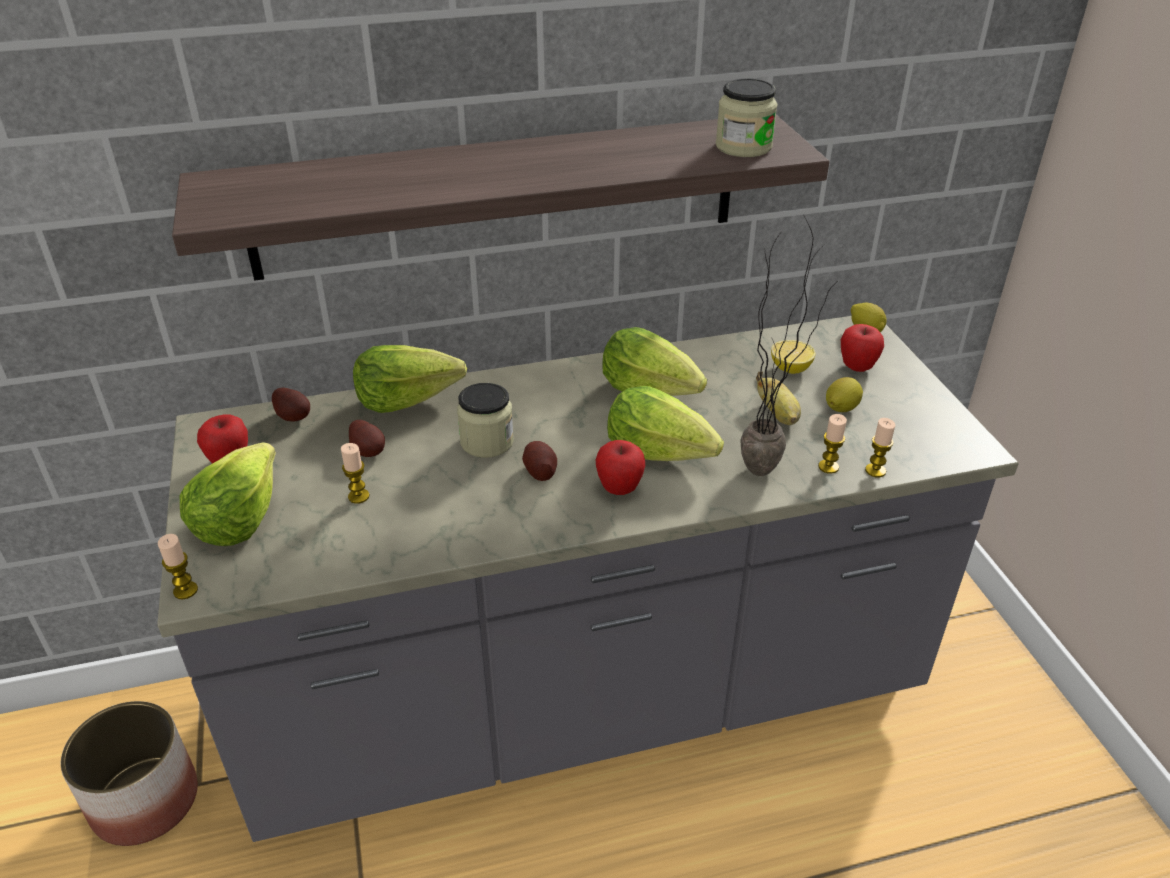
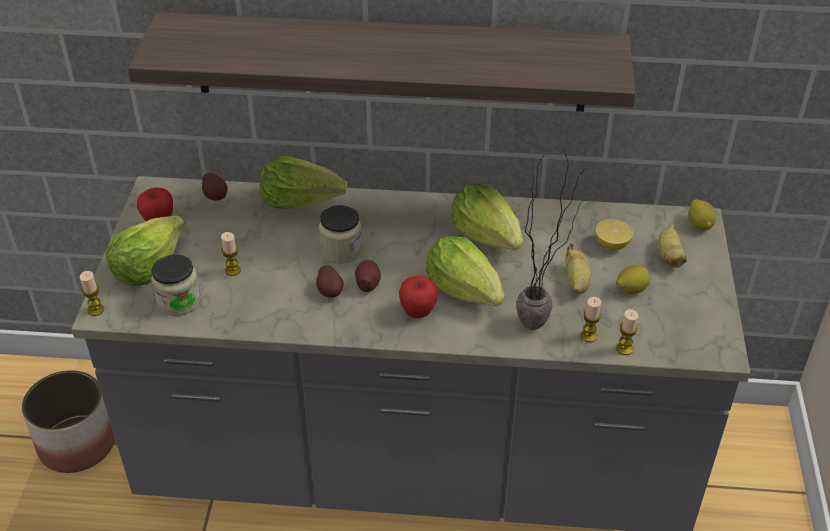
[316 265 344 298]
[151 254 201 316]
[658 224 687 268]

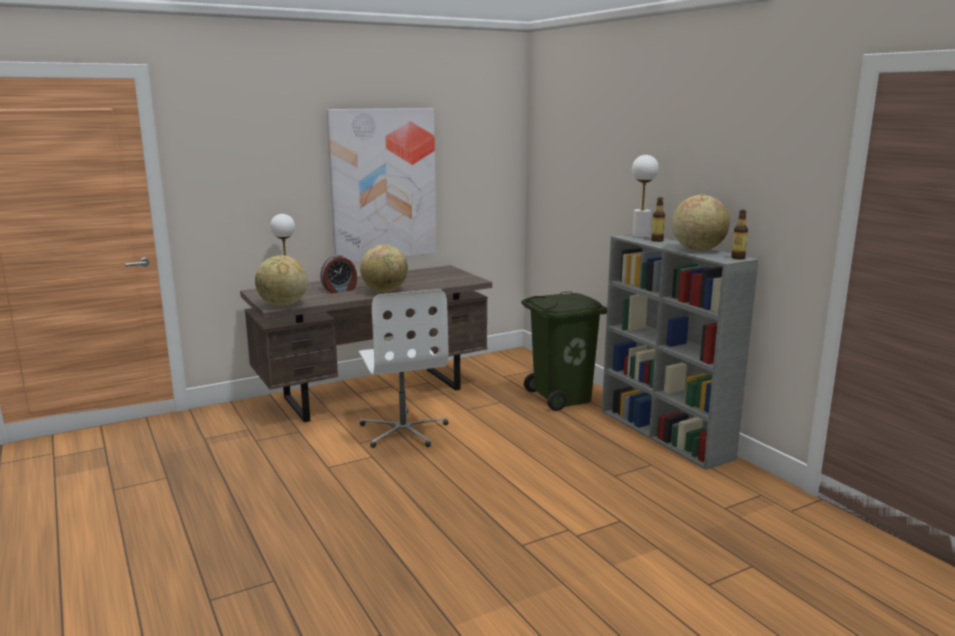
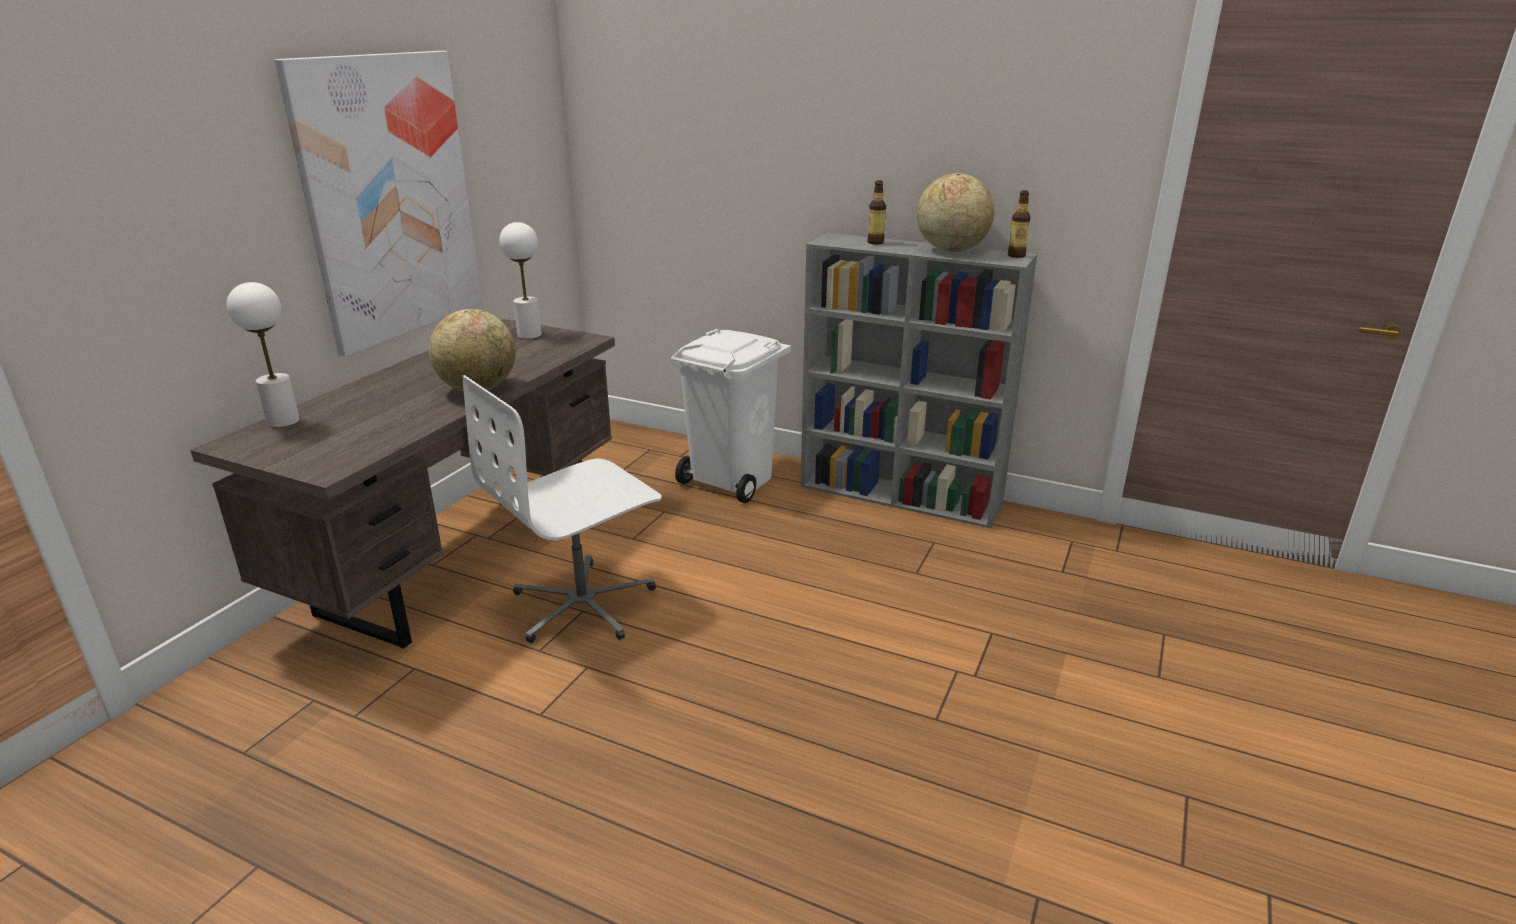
[255 255 308 306] (first image)
[321 255 357 293] (first image)
[499 222 542 339]
[671 329 791 503]
[463 375 662 643]

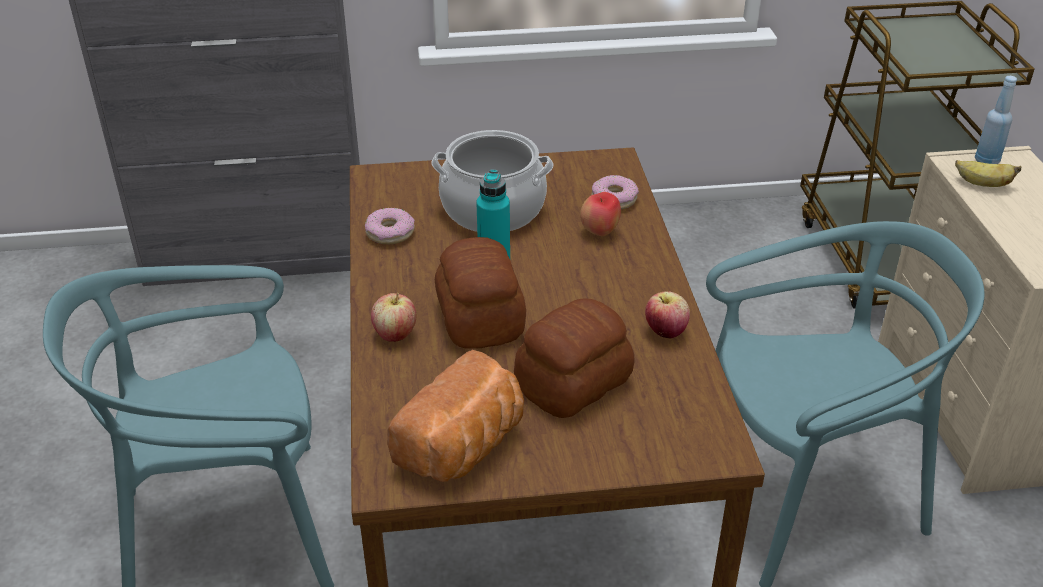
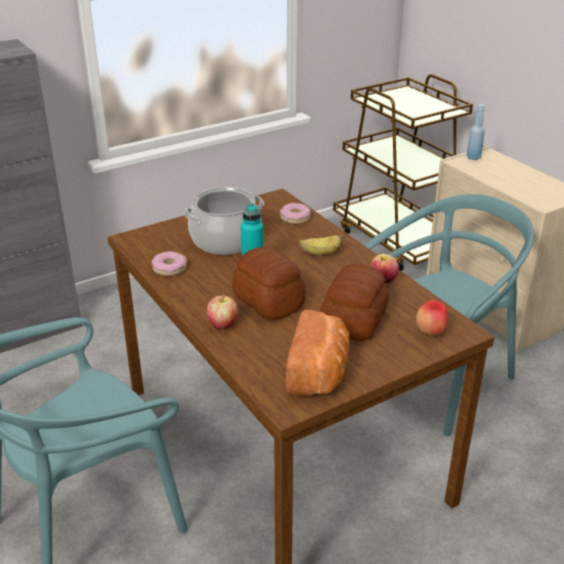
[416 300 448 335]
[299 235 345 255]

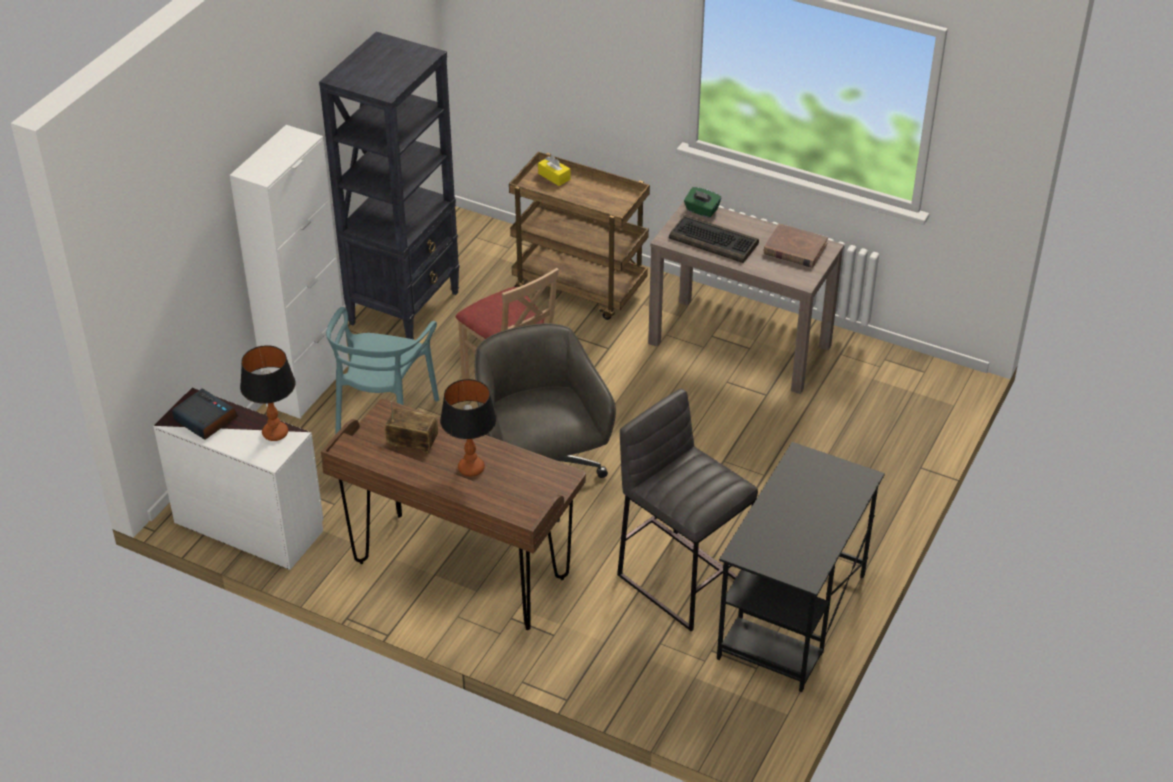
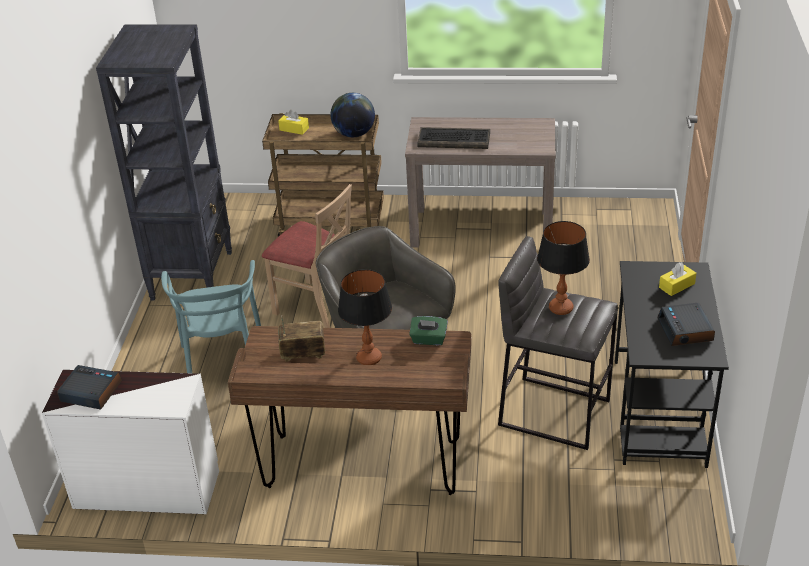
[230 125 349 419] (first image)
[764 224 828 268] (first image)
[331 93 375 137]
[657 303 715 346]
[659 262 696 296]
[537 221 590 315]
[409 316 448 345]

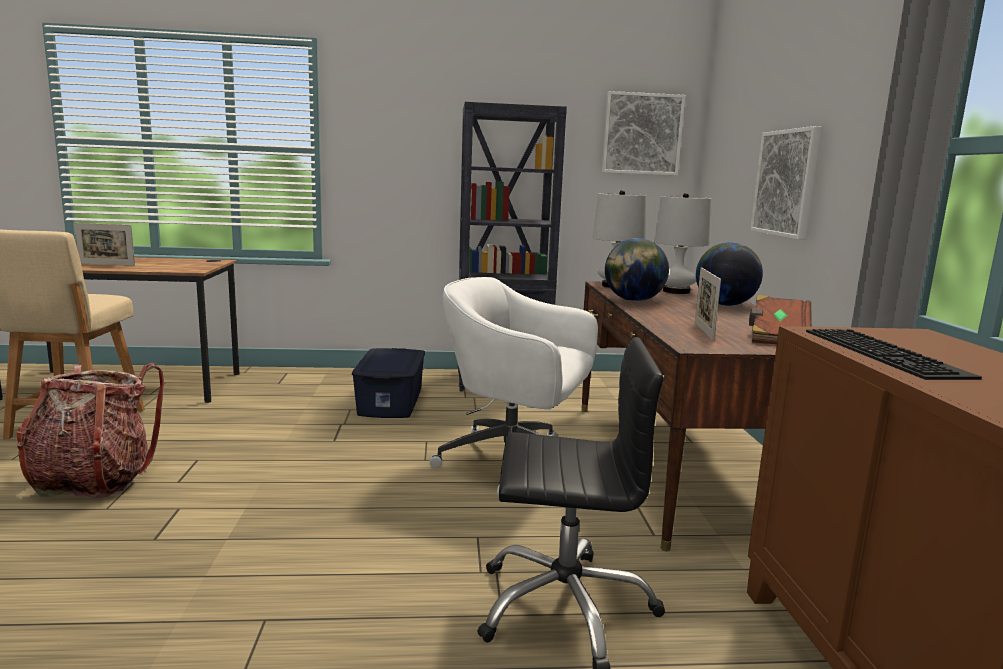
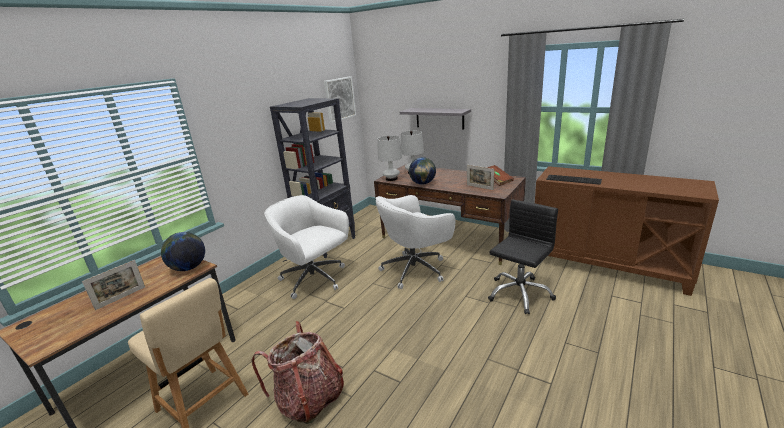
[161 232 205 271]
[264 195 349 299]
[400 108 471 129]

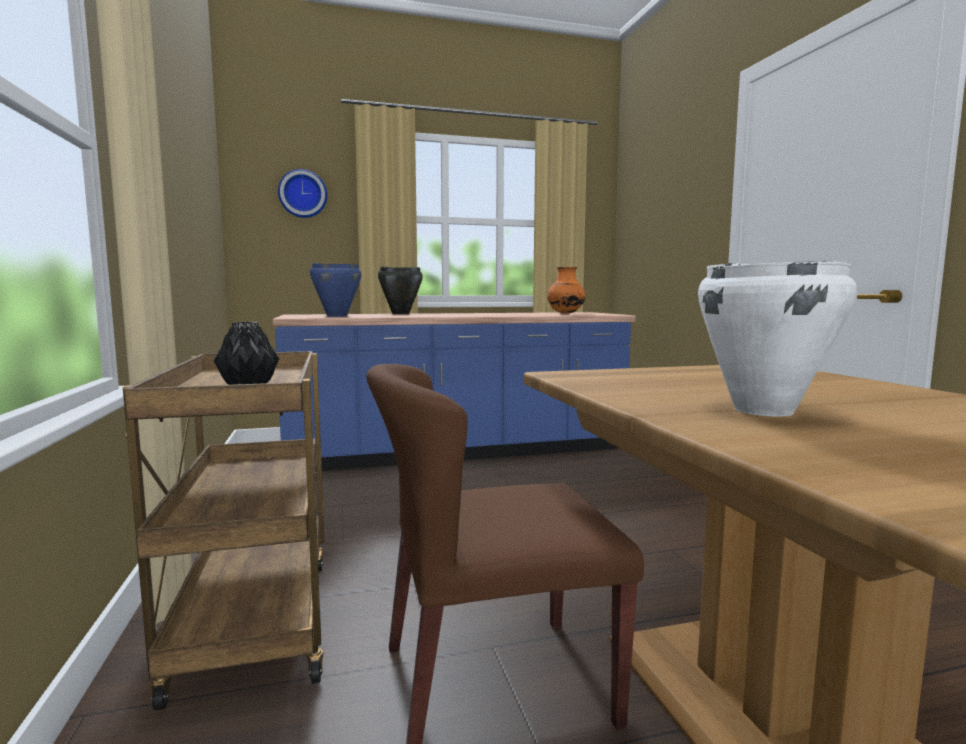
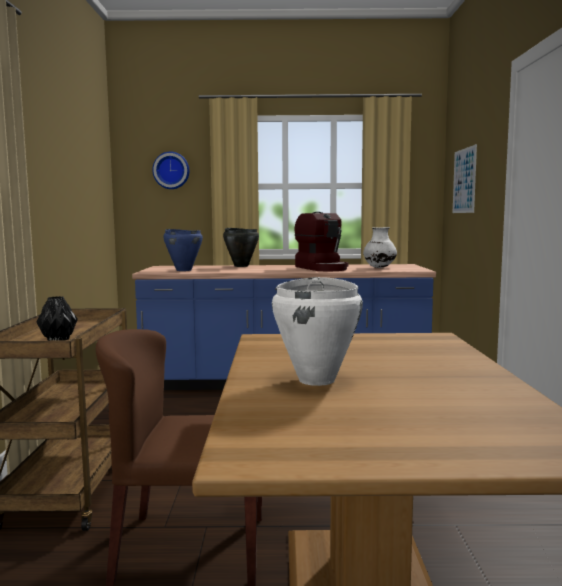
[295 212 348 271]
[453 144 477 213]
[363 227 397 268]

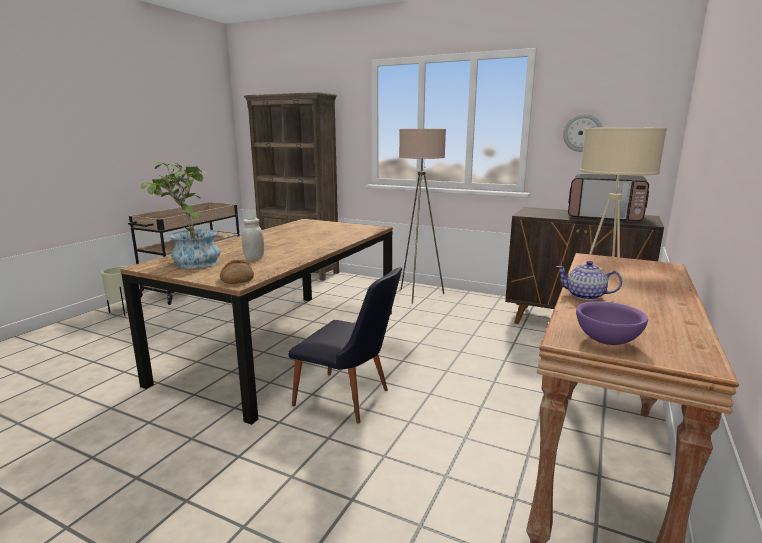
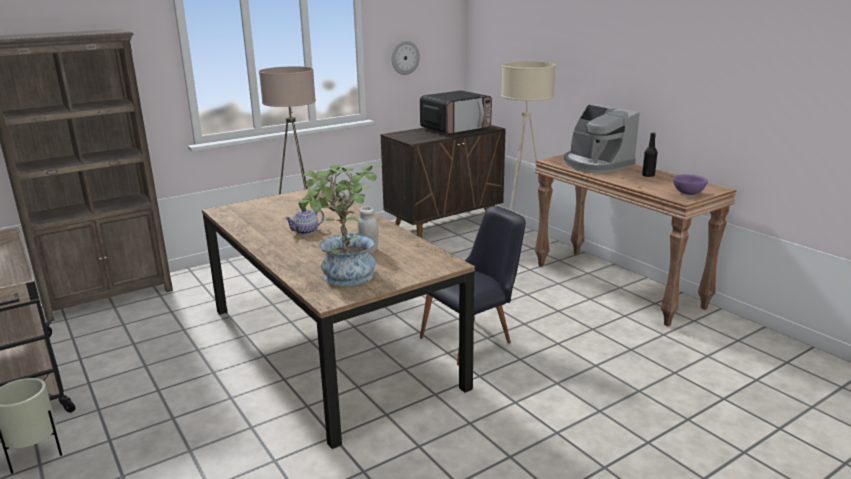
[220 260 254 284] (first image)
[564 104 640 173]
[642 132 657 177]
[285 208 324 235]

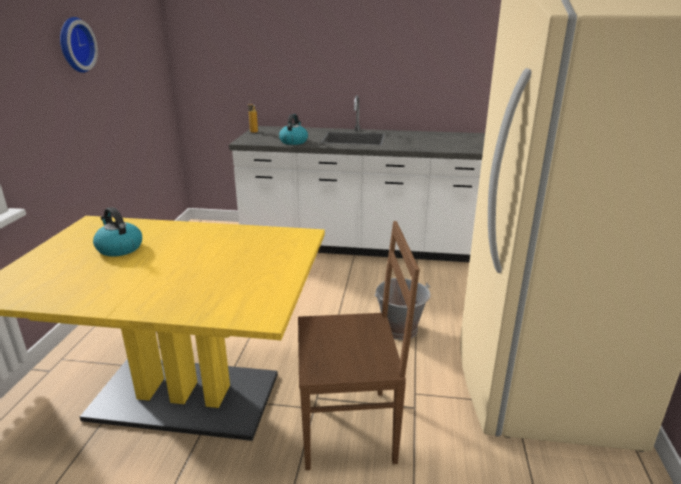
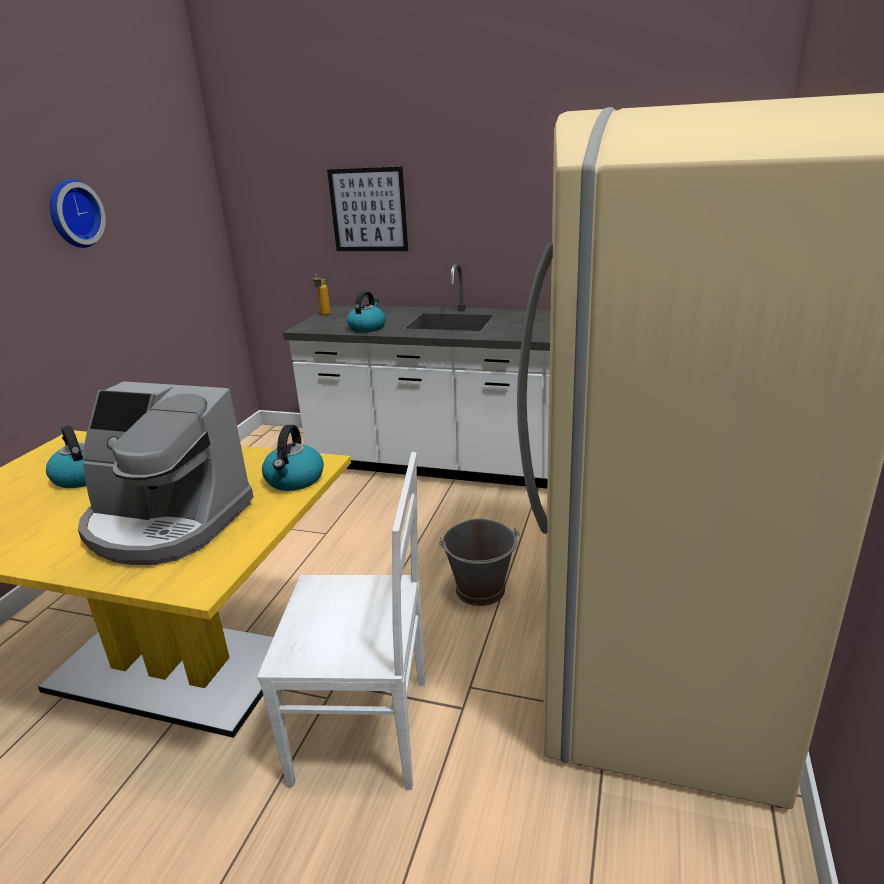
[78 381 254 565]
[262 425 324 491]
[327 166 408 251]
[257 452 425 790]

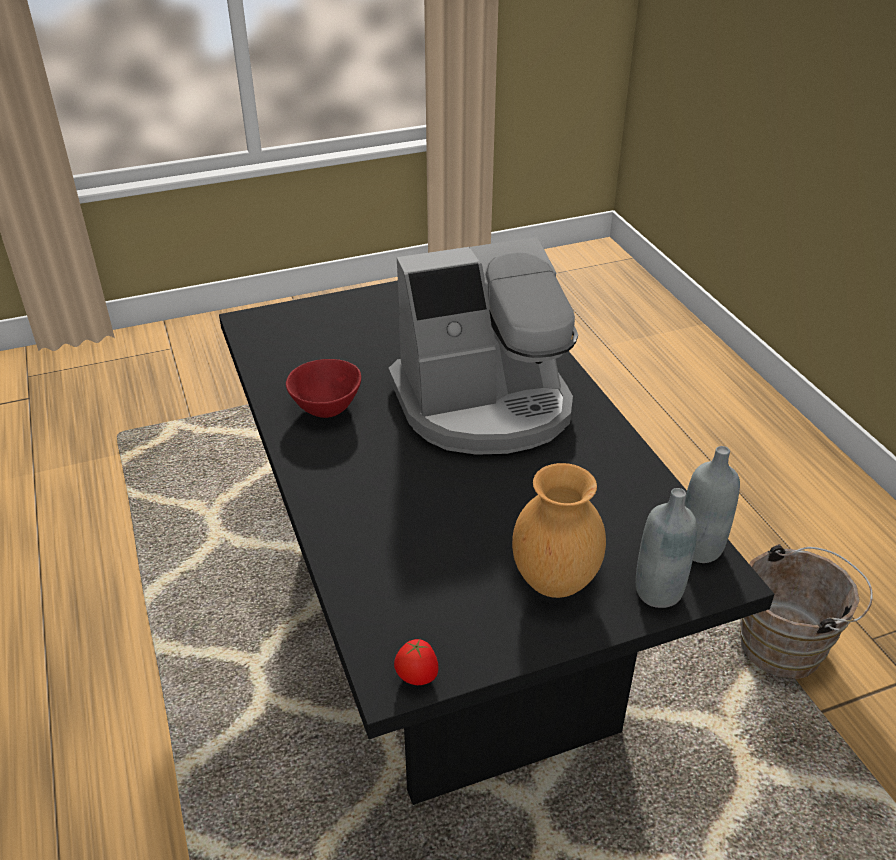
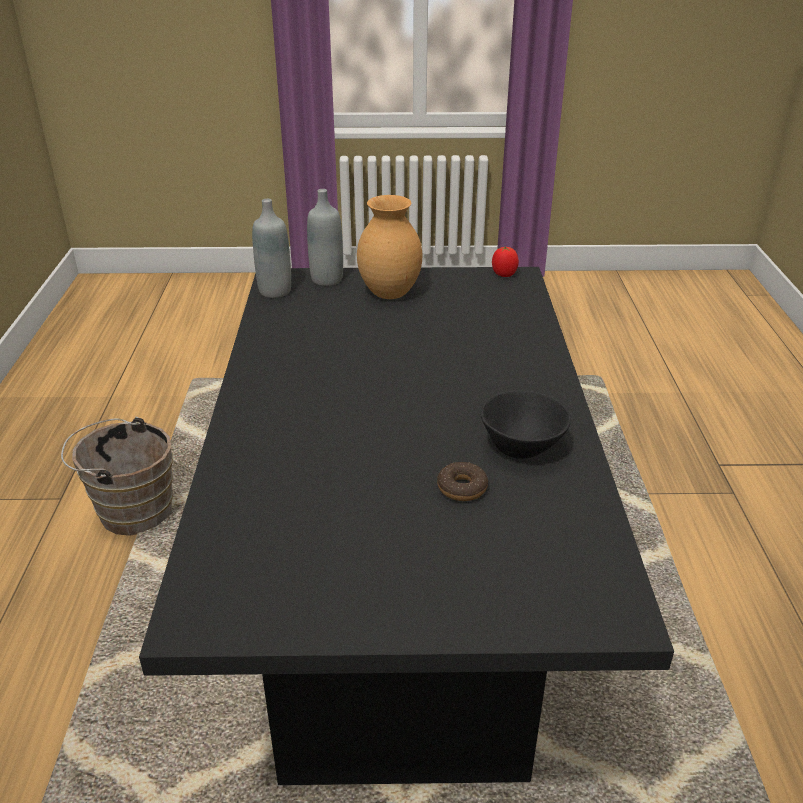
[389 237 578 455] (first image)
[437 462 488 501]
[481 390 571 459]

